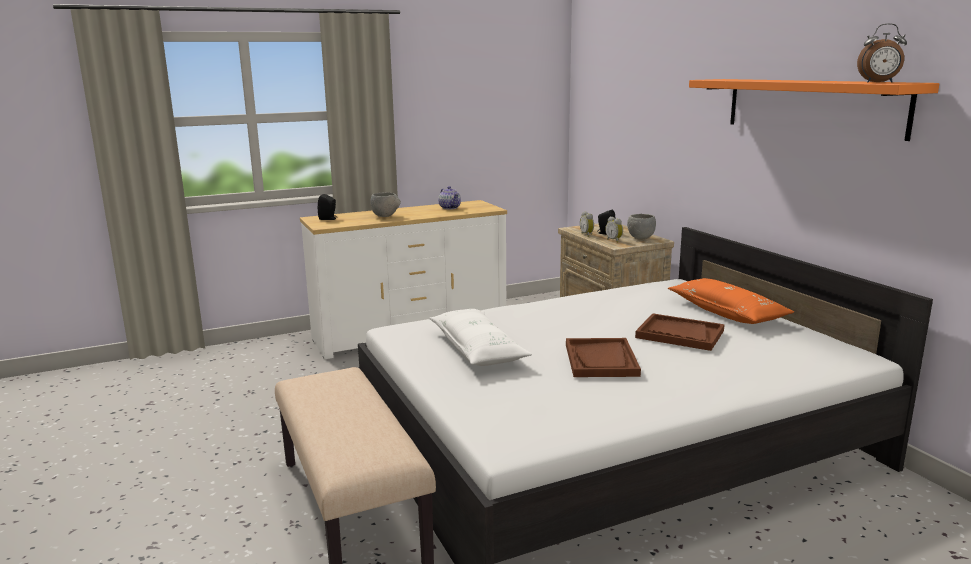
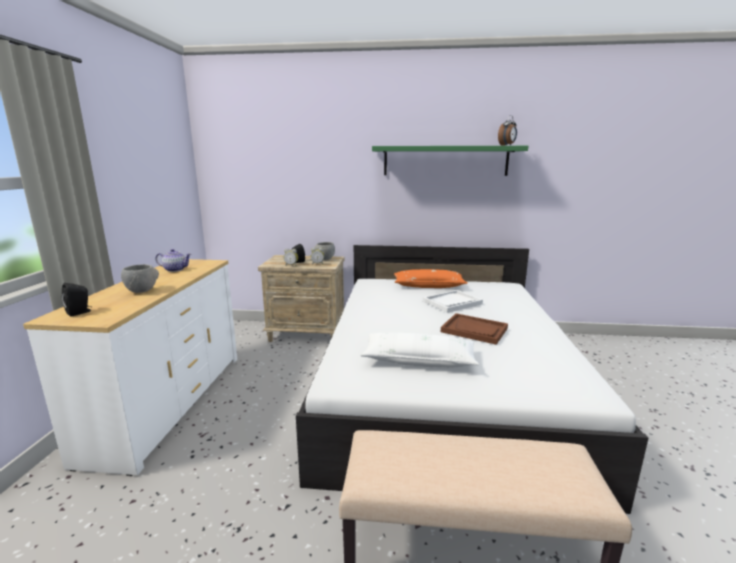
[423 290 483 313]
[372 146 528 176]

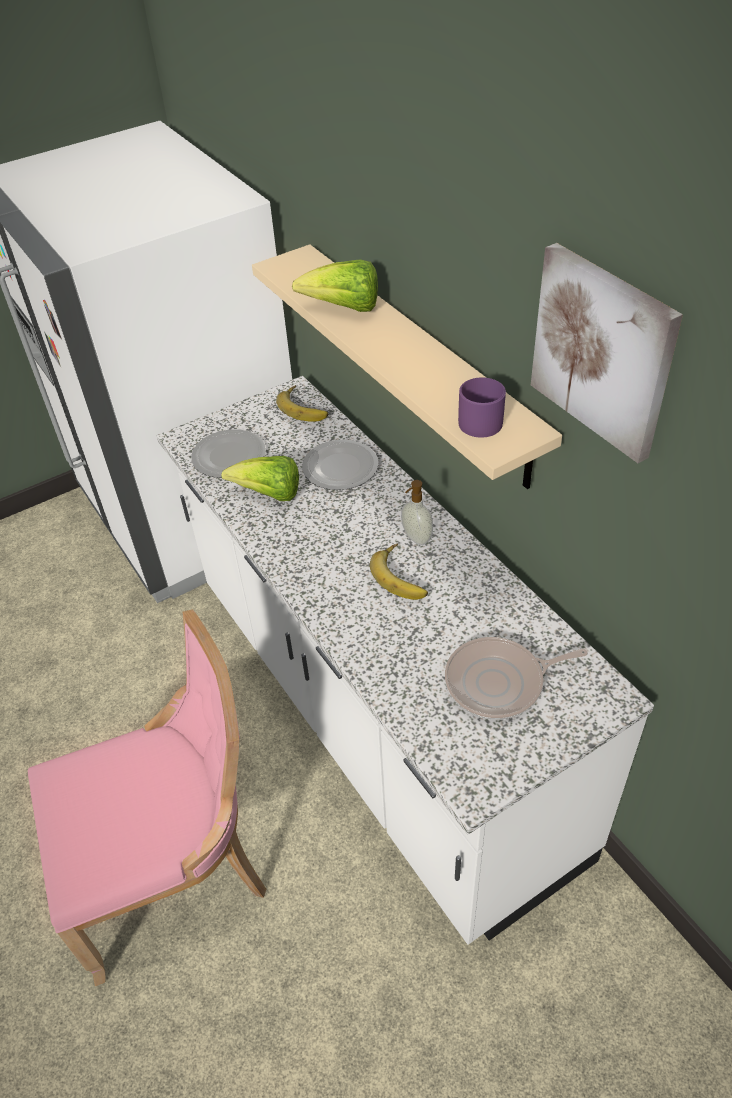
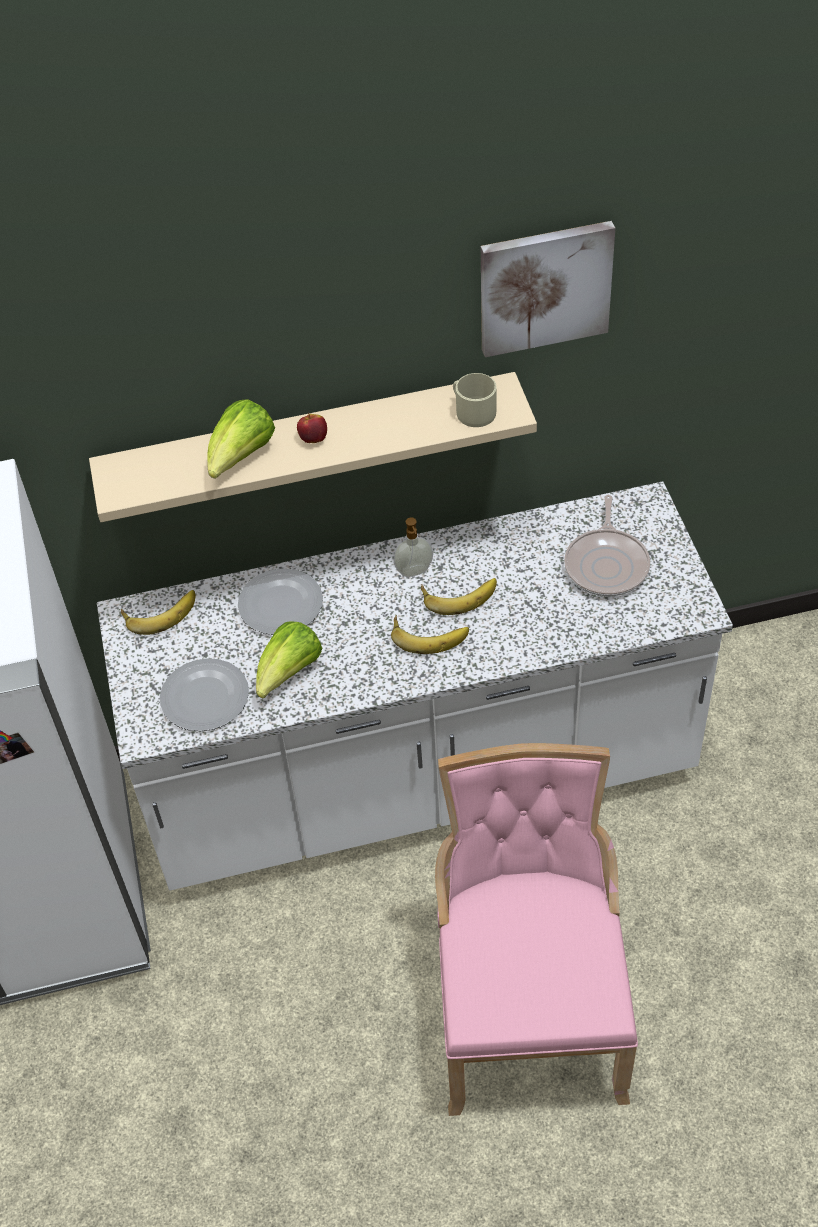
[297 413 327 443]
[391 615 469 654]
[453 373 497 427]

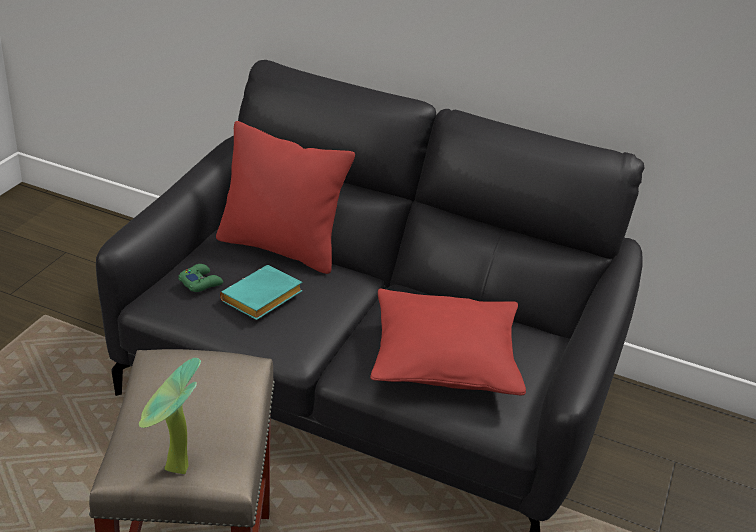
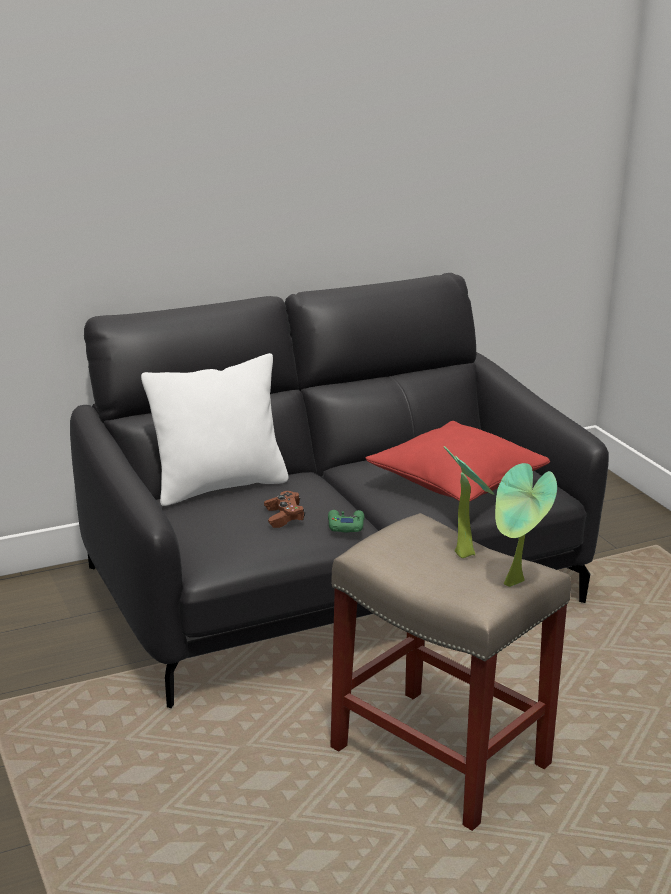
[444 446 495 558]
[328 510 364 533]
[264 491 305 528]
[141 353 289 506]

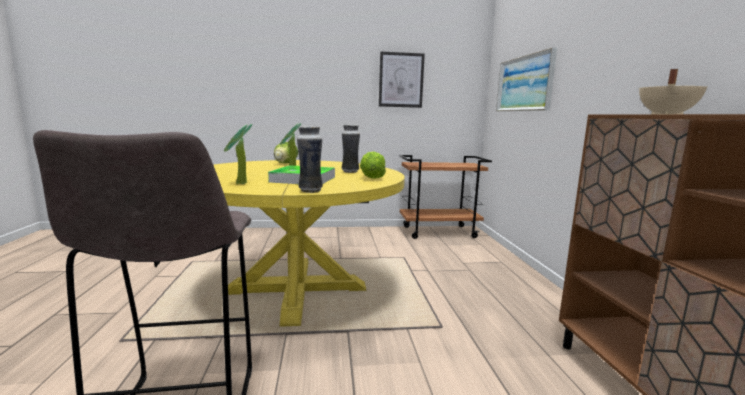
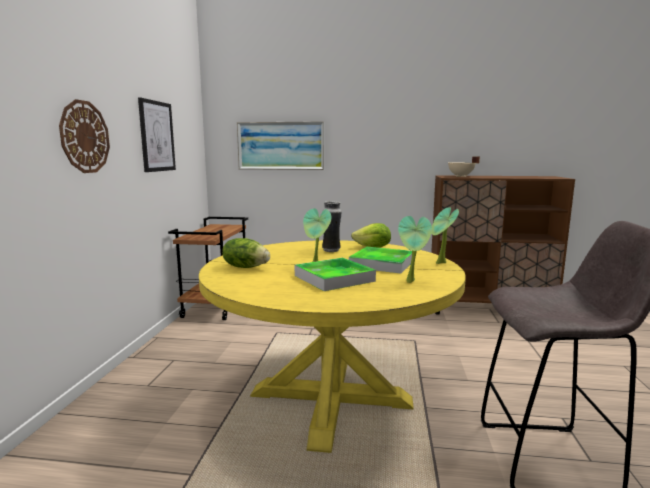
[59 99 110 173]
[295 258 376 291]
[431 207 459 264]

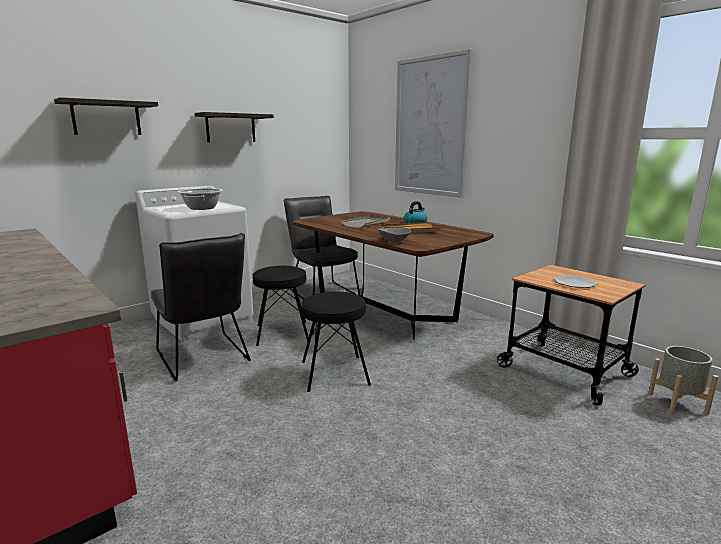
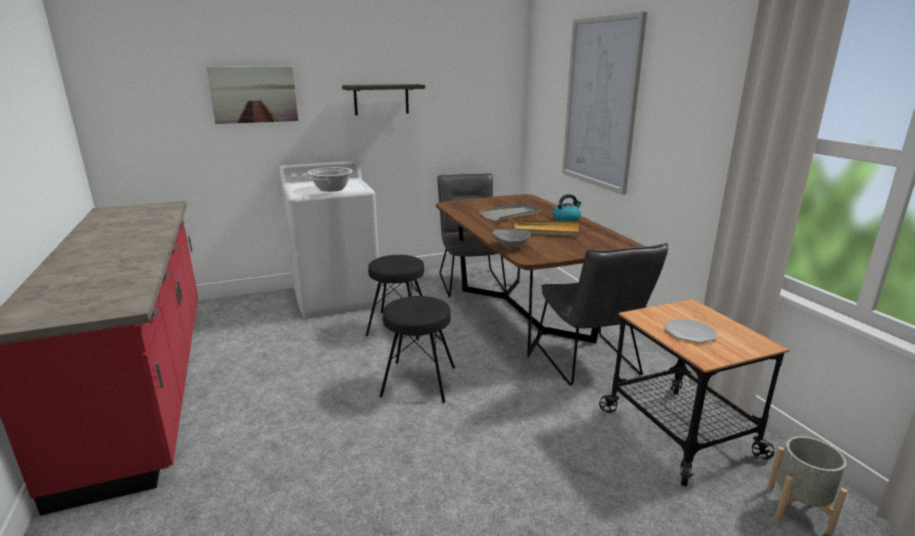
[537 243 668 386]
[206 66 298 124]

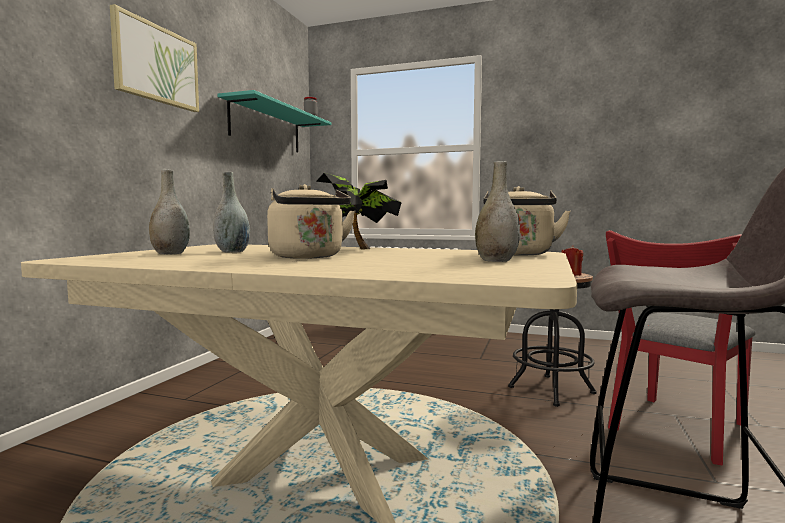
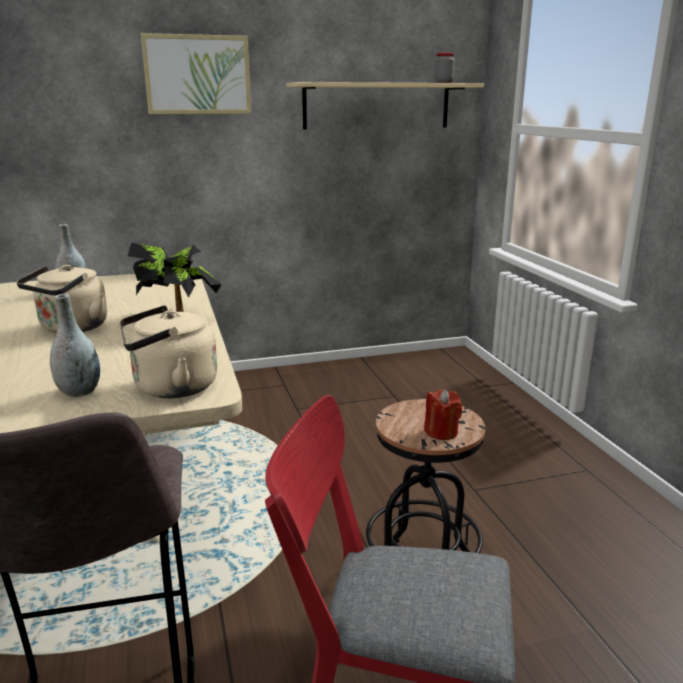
[213 172 250 253] (first image)
[286 82 484 129]

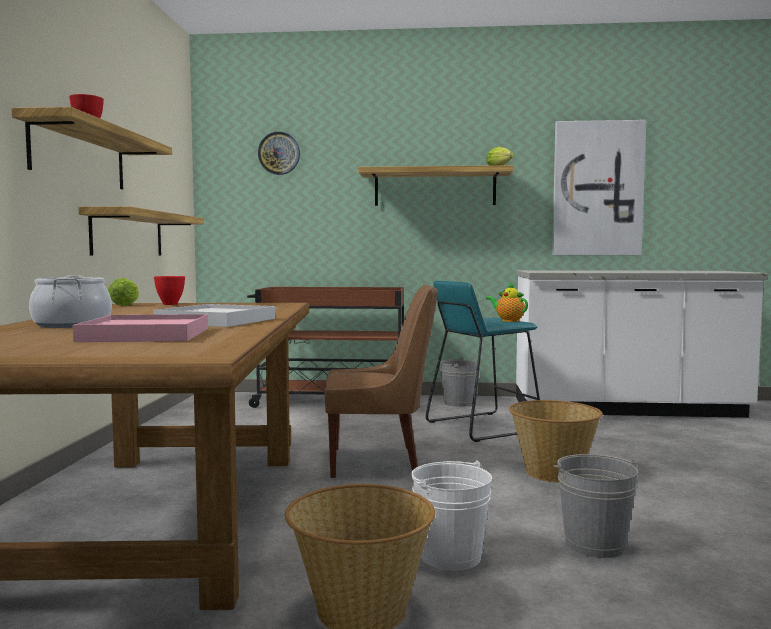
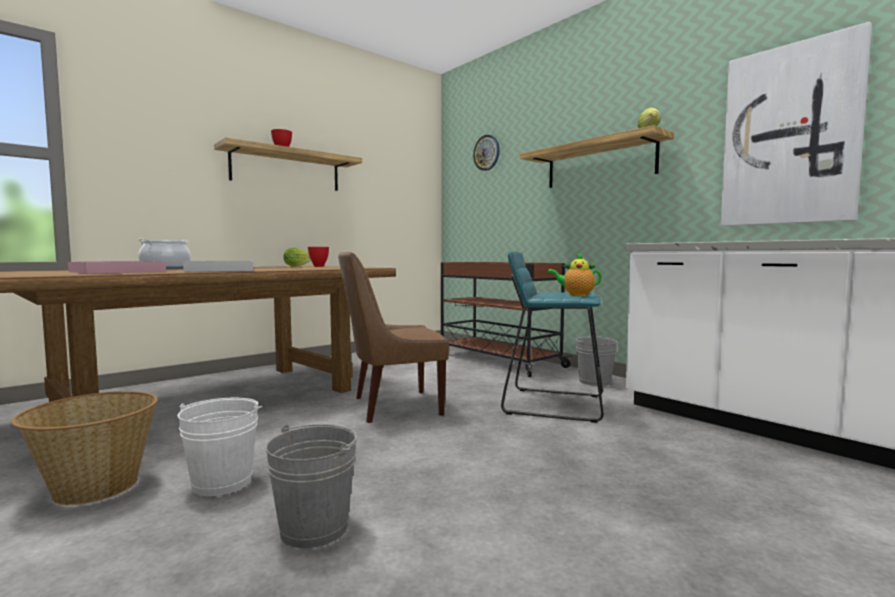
[79 206 204 256] (first image)
[509 400 603 483] (first image)
[338 252 449 423]
[547 253 602 296]

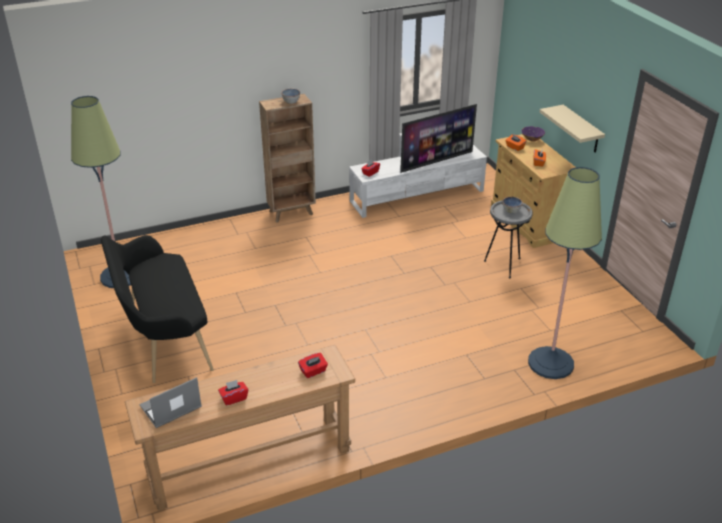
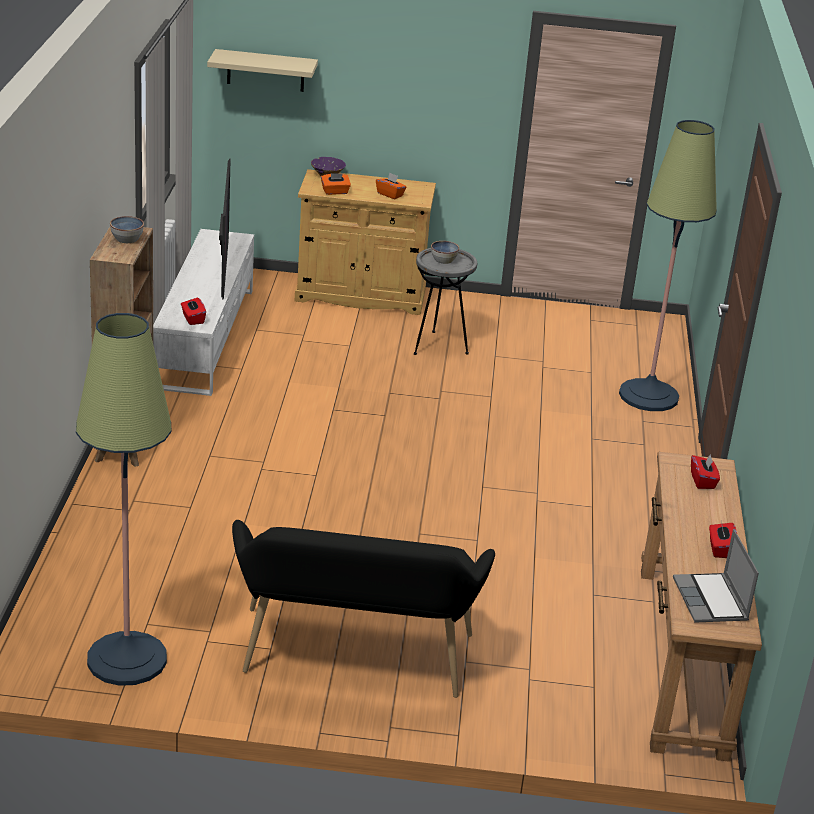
[207 49 318 92]

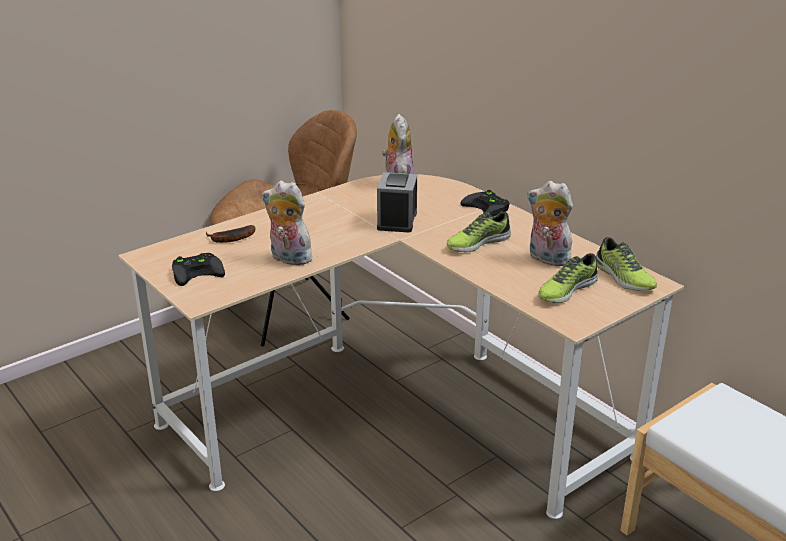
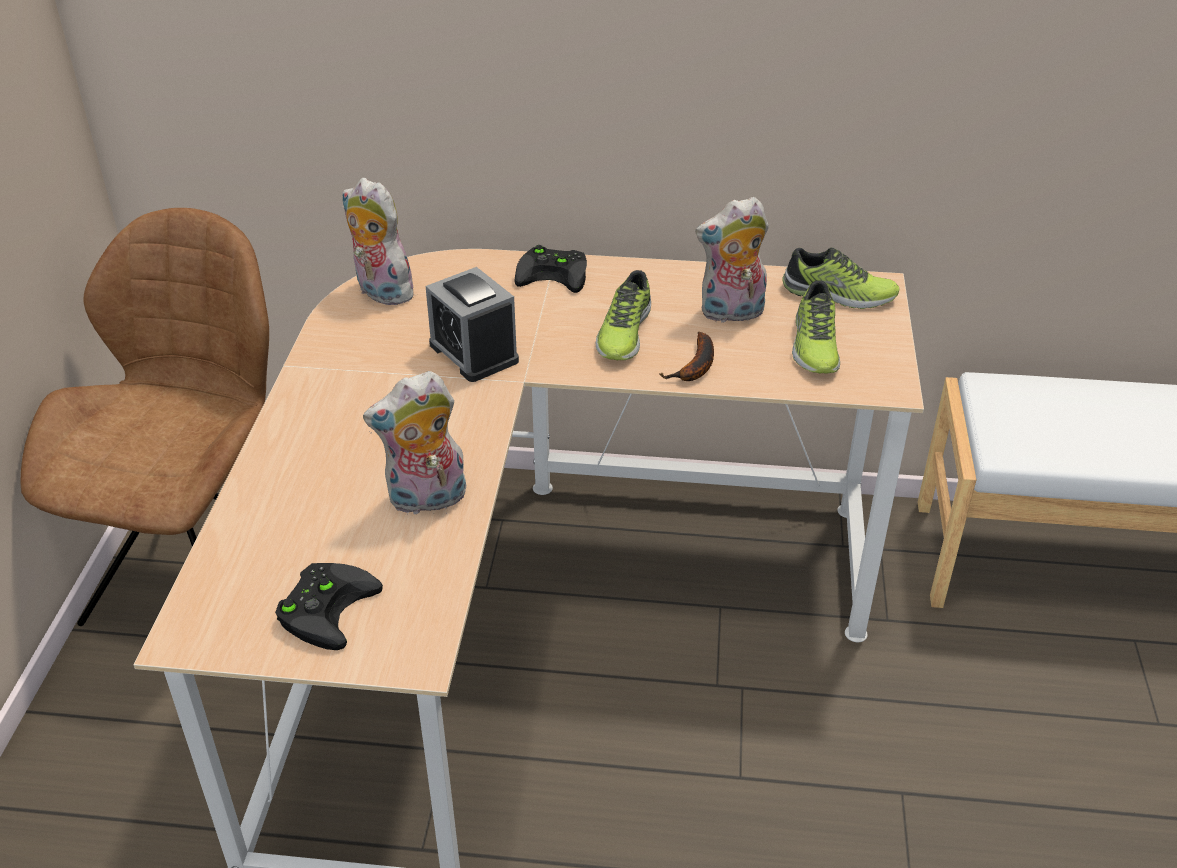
[660 332 714 381]

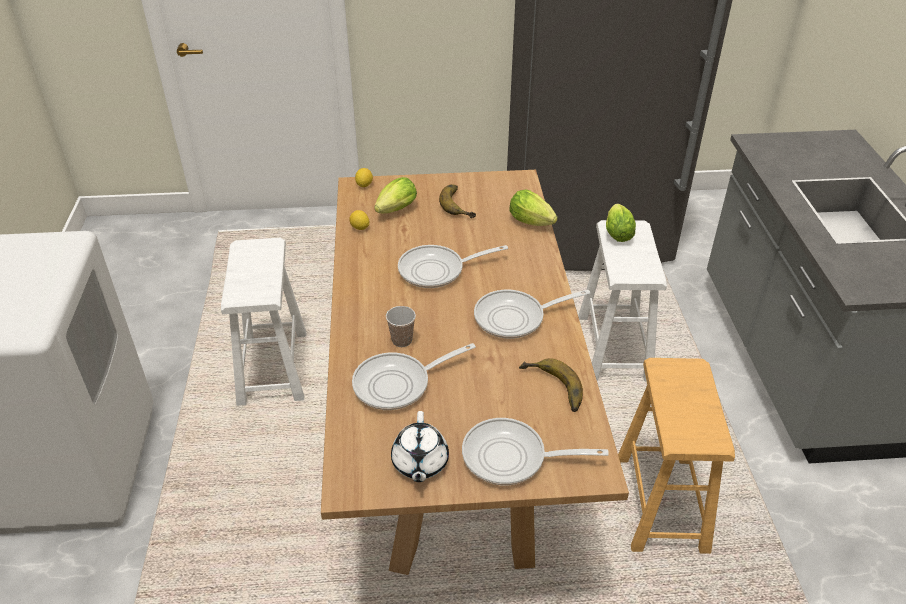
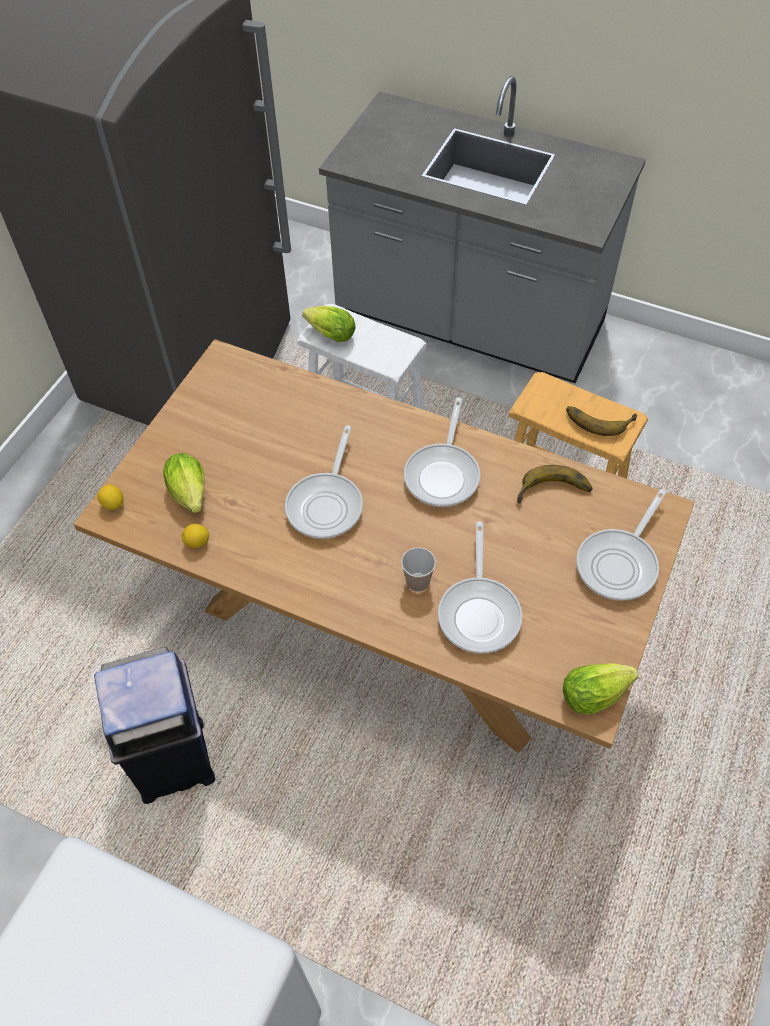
[391 411 449 482] (first image)
[566 406 637 436]
[563 663 639 714]
[94 647 215 804]

